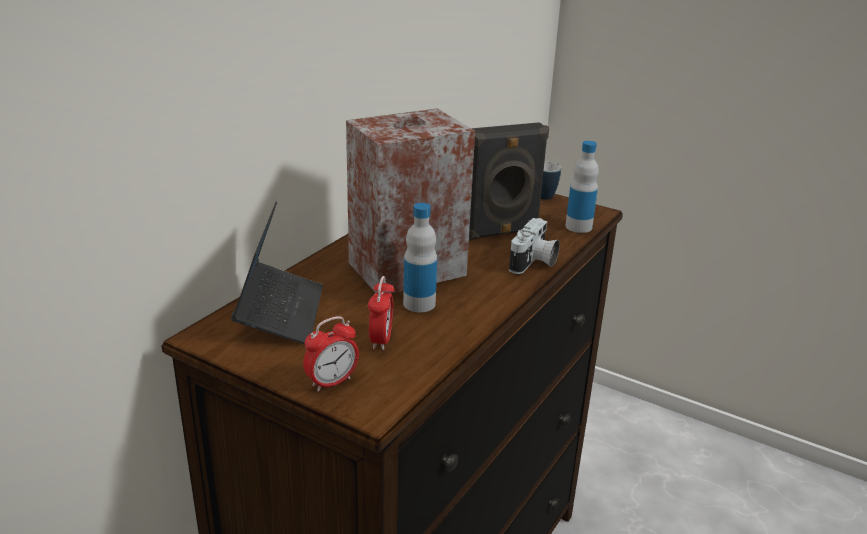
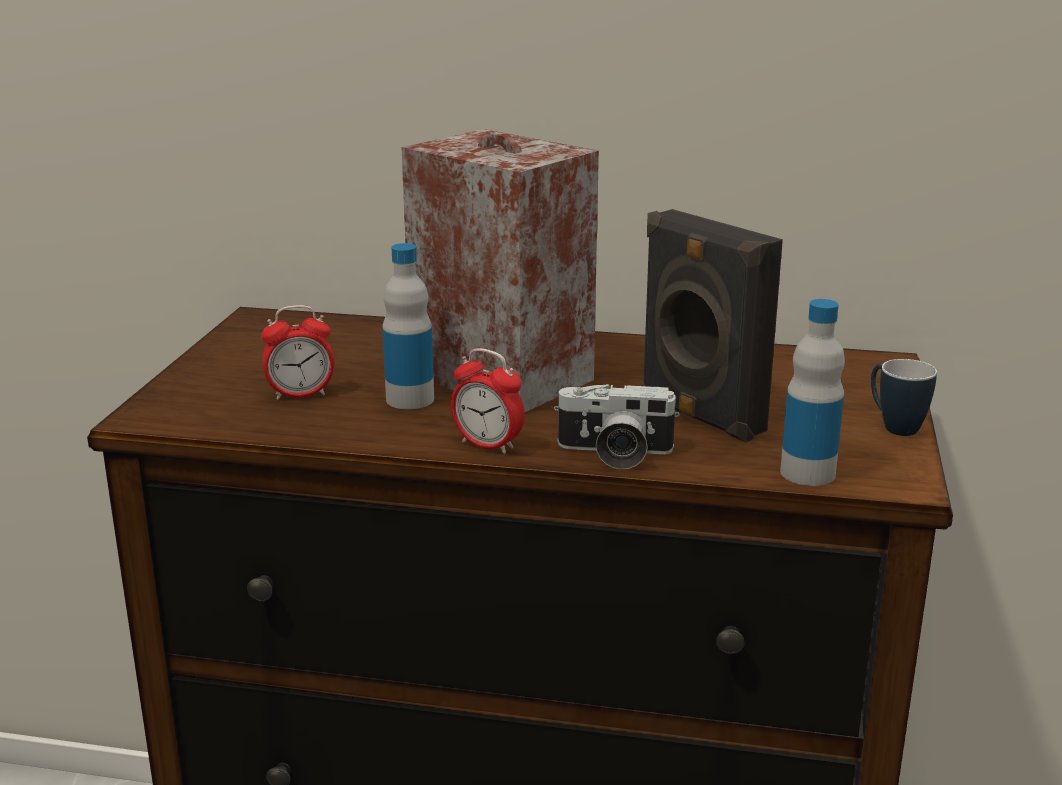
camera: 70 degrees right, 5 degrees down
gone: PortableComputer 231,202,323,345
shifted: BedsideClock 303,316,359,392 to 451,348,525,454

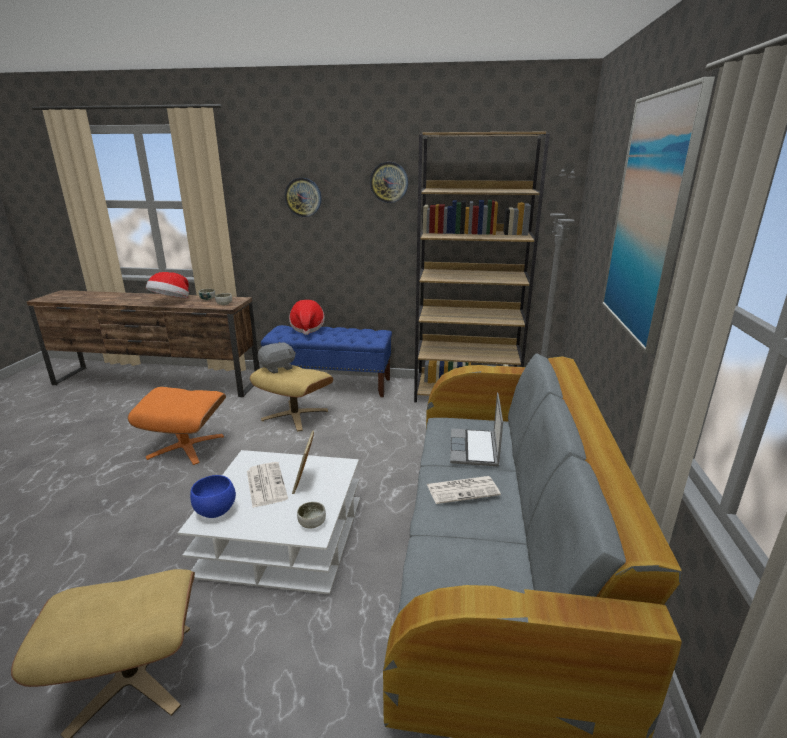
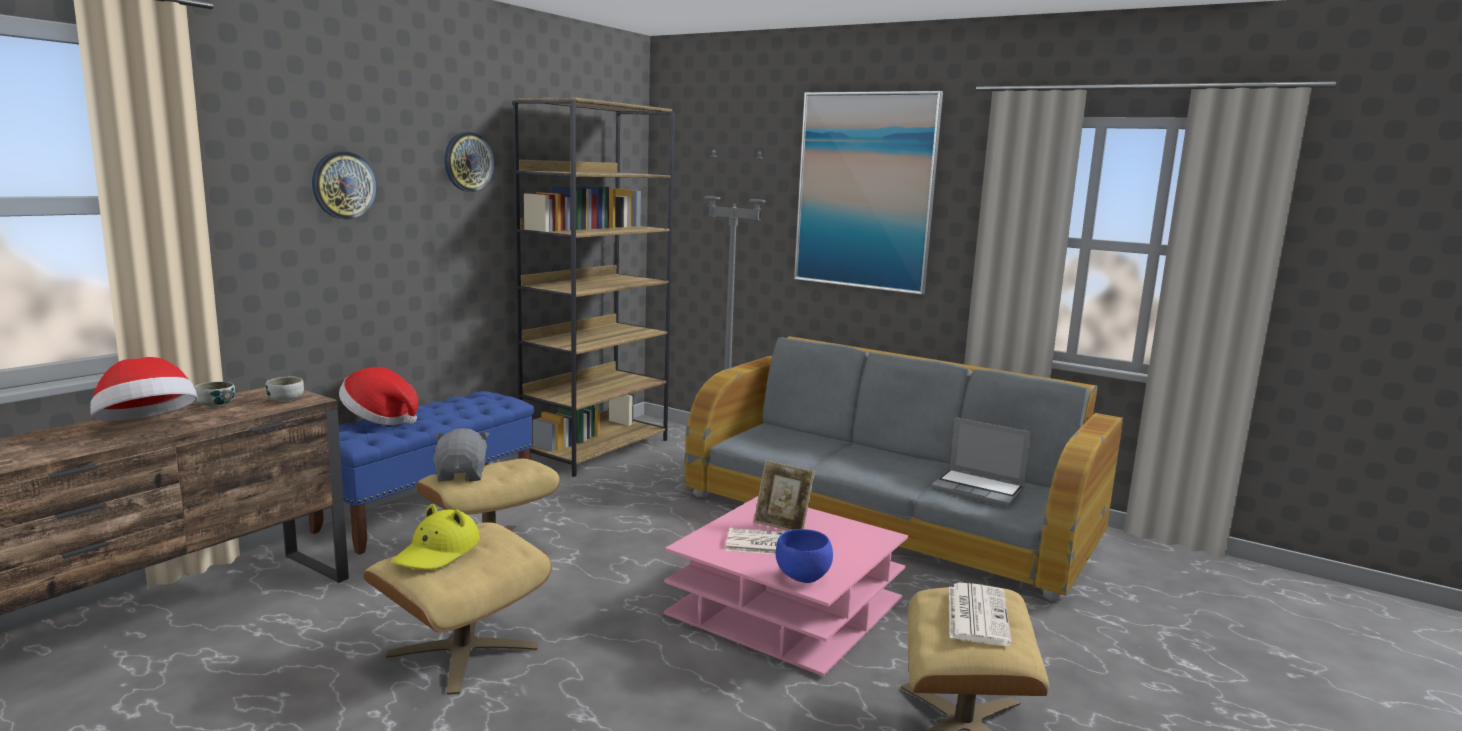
camera: 65 degrees left, 10 degrees down
gone: ServingBowl 297,502,326,528
new: YellowColouredClothingHat 392,504,480,569
shifted: DailyPaper 427,476,501,504 to 949,583,1012,646; PortableComputer 450,393,503,466 to 931,417,1031,507
repainted: OrangeOttoman 128,387,226,465 to BeigeColouredOttoman 363,522,552,695; WhitishCoffeeTable 178,450,360,595 to PinkishCoffeeTable 663,496,908,677

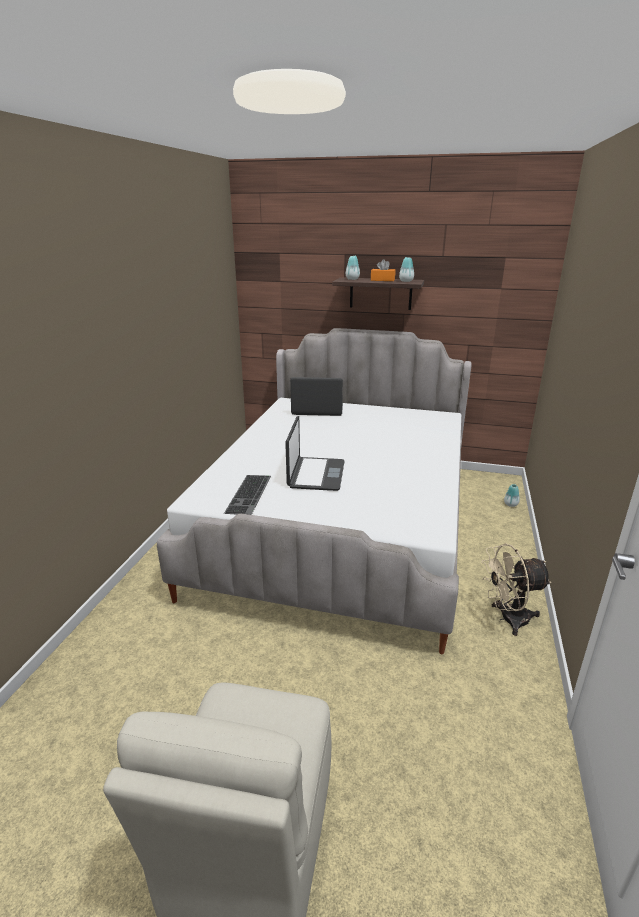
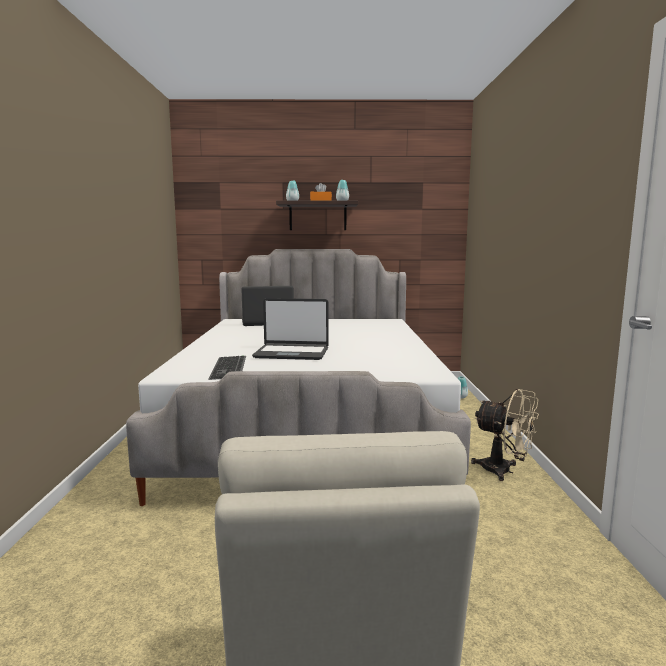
camera: 15 degrees left, 15 degrees down
rotated: PortableComputer 285,416,345,491 = 252,298,329,360 105 degrees clockwise; BeigeColouredFan 481,543,552,636 = 471,389,539,481 120 degrees counterclockwise

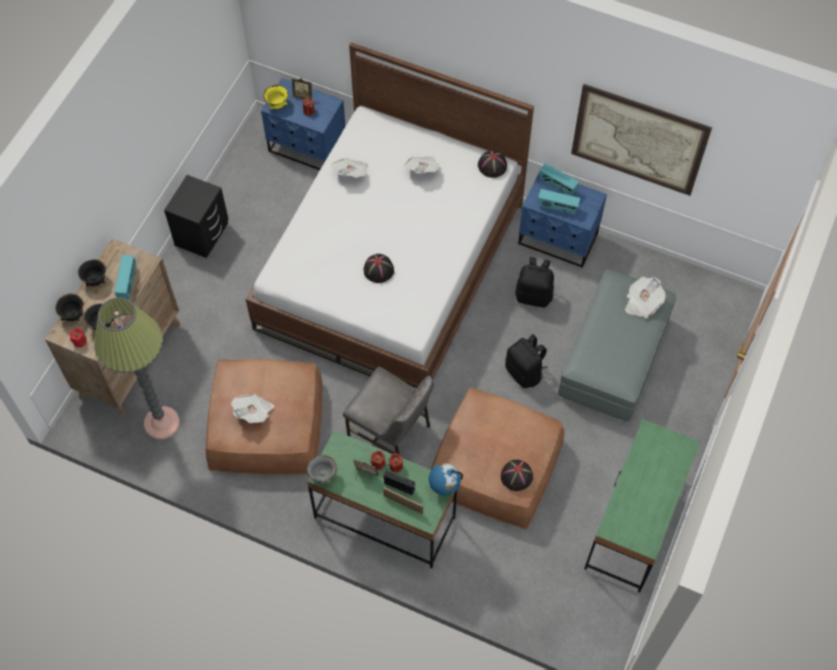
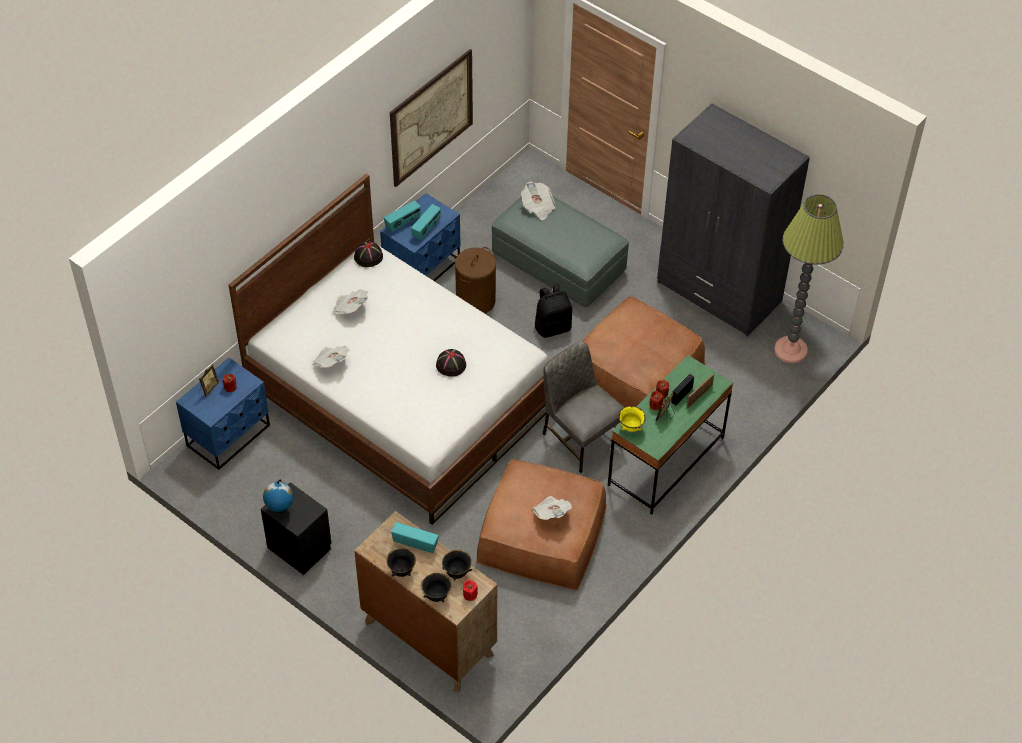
camera: 75 degrees left, 10 degrees down
gone: GreyServingBowl 307,455,337,484; BlackClothingHat 501,460,533,491
shifted: FloorLamp 94,297,180,440 to 774,194,844,363; YellowColouredServingBowl 263,85,288,110 to 619,406,646,432; Globe 429,463,463,495 to 263,479,294,513
swapped: BlackBackpack 515,257,554,308 to BrownishHamper 455,247,496,314; GreenishDeskUnit 584,419,700,592 to GreyWardrobe 657,103,810,337
rotated: GreyChair 343,366,434,455 = 543,342,624,473 90 degrees counterclockwise

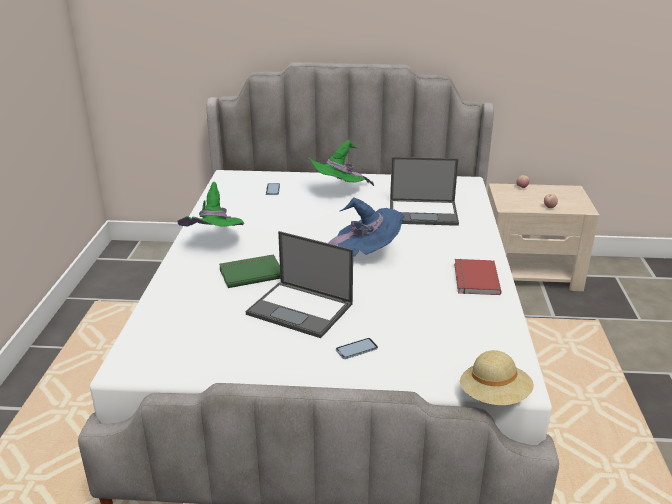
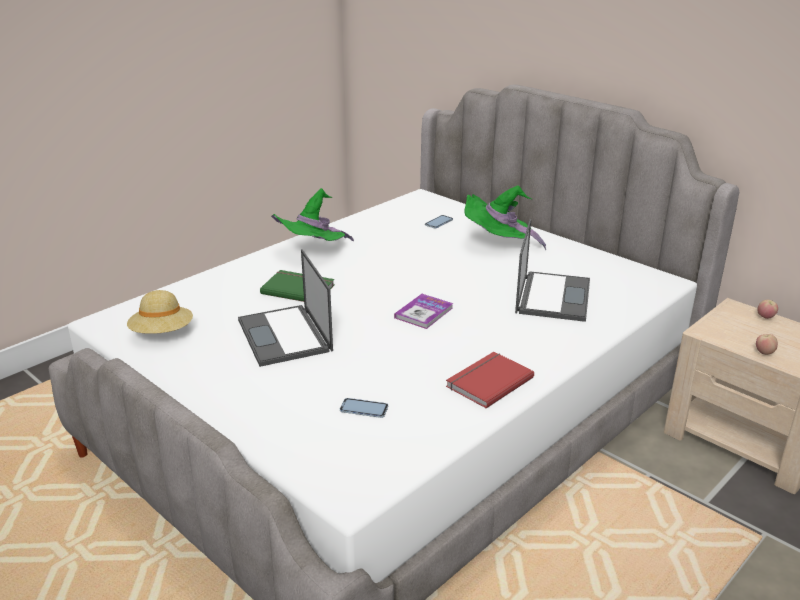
camera: 40 degrees right, 0 degrees up
shifted: Phone 336,338,378,359 to 340,398,388,418; BeigeColouredClothingHat 460,350,534,406 to 127,290,193,334
swapped: BlueColouredClothingHat 328,197,405,257 to Volume 394,294,453,329
rotated: PortableComputer 390,157,459,226 = 515,219,590,322 120 degrees counterclockwise

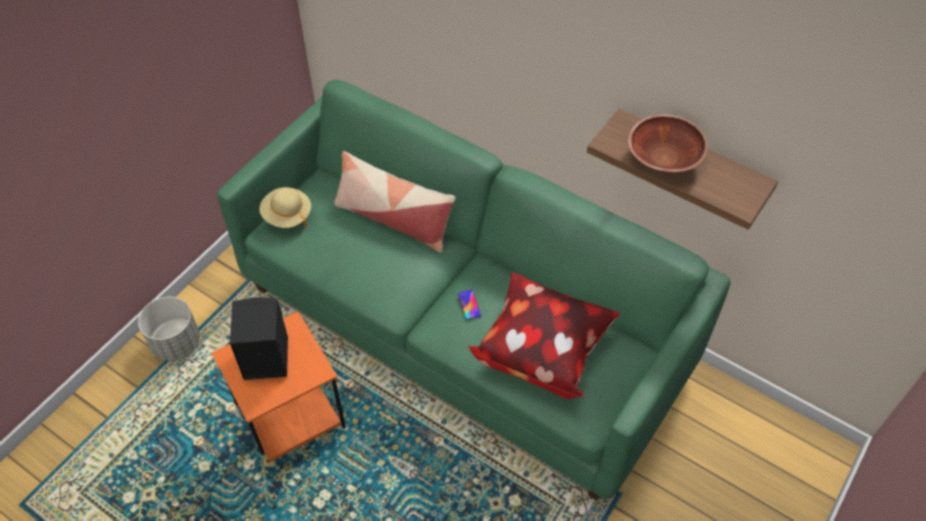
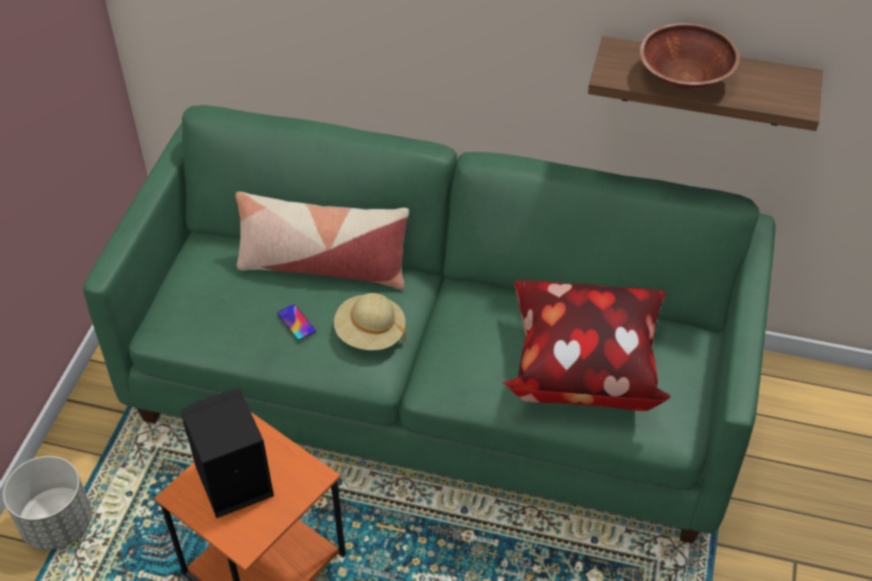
camera: 20 degrees left, 5 degrees down
shifted: BeigeColouredClothingHat 260,187,311,228 to 334,293,406,350; Phone 458,290,481,320 to 277,304,316,340

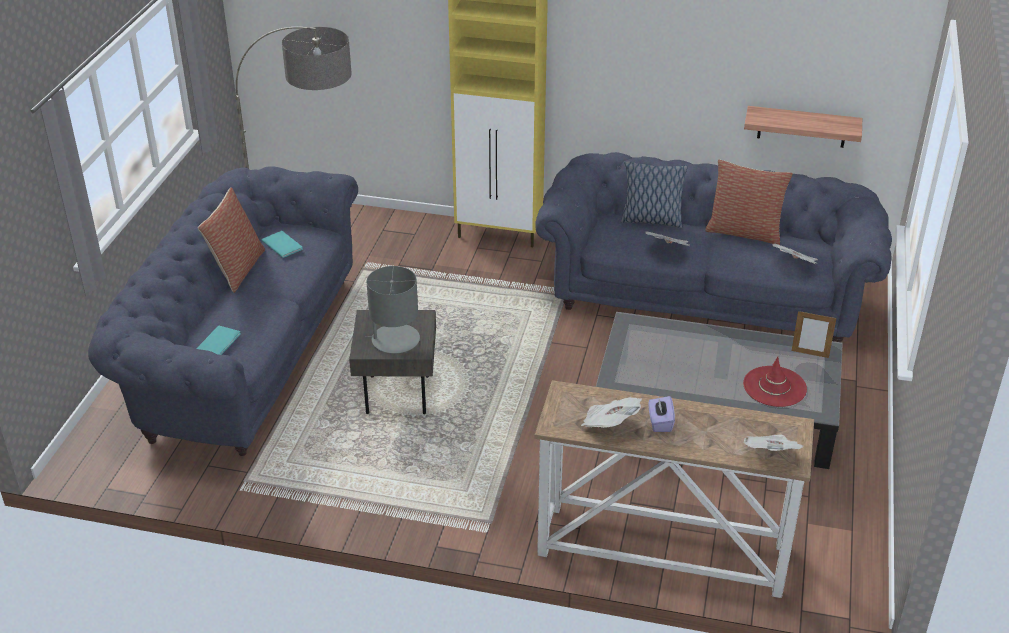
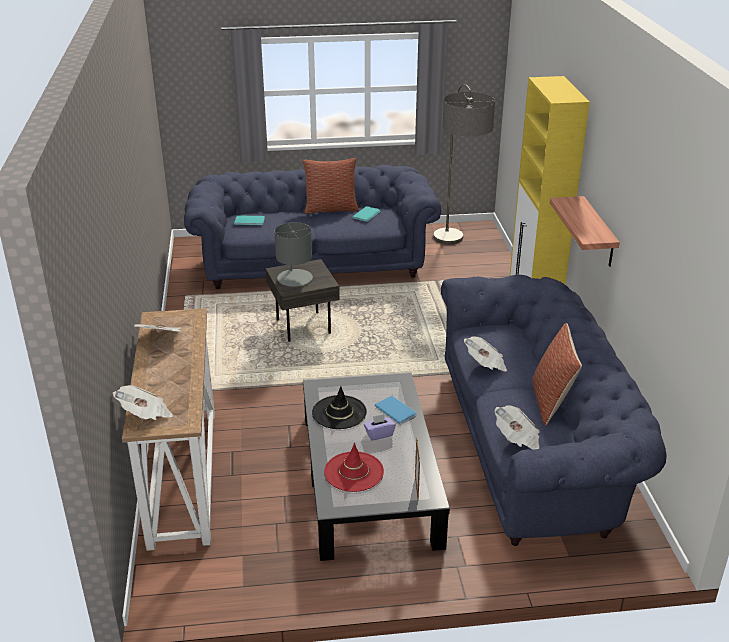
camera: 70 degrees right, 5 degrees down
gone: Cushion 621,161,687,228
new: BlackClothingHat 312,386,367,429; BlueColouredVolume 375,396,416,424
shifted: PurpleColouredBoxOfTissues 648,396,675,432 to 364,414,396,441; WallShelf 744,106,862,148 to 550,196,620,267

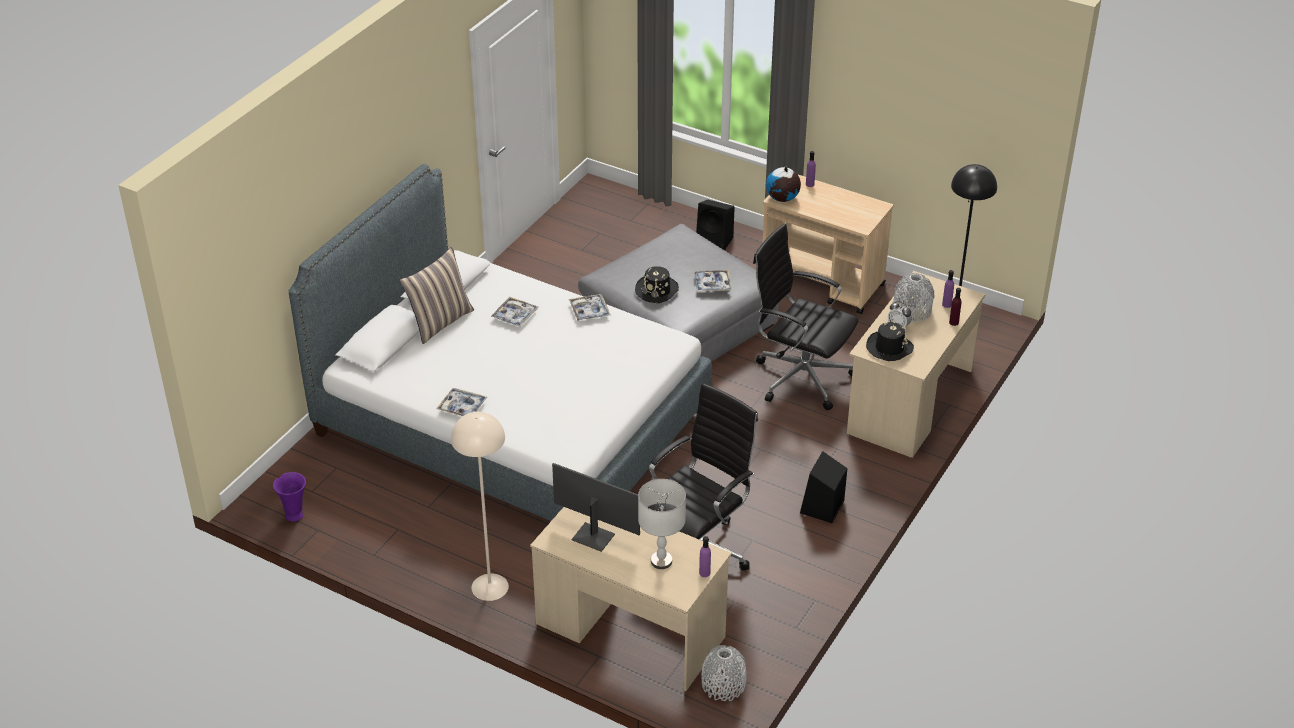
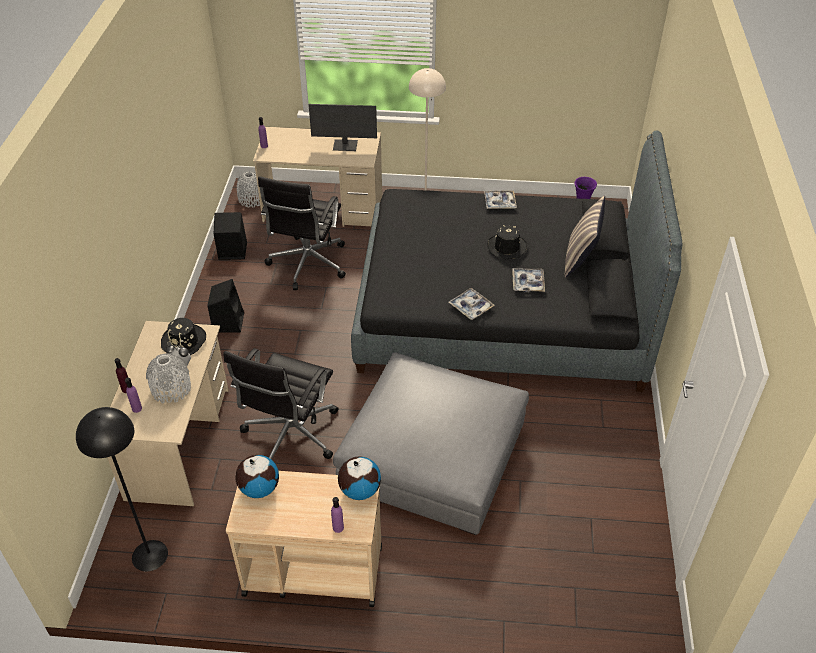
camera: 155 degrees right, 5 degrees up
gone: GreyTableLamp 638,479,686,569; ServingTray 694,270,732,291
new: Globe 235,455,279,498
shifted: BlackClothingHat 635,266,679,303 to 488,225,527,259; BlackSpeaker 696,200,735,250 to 214,212,247,260
repainted: WhitishBed 289,164,712,521 to BlackBed 351,130,682,392
rotated: BlackComputerChair 753,224,858,410 = 223,348,339,460 105 degrees clockwise

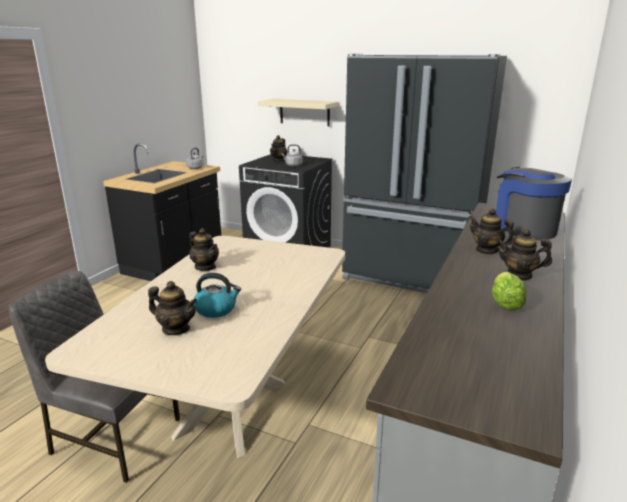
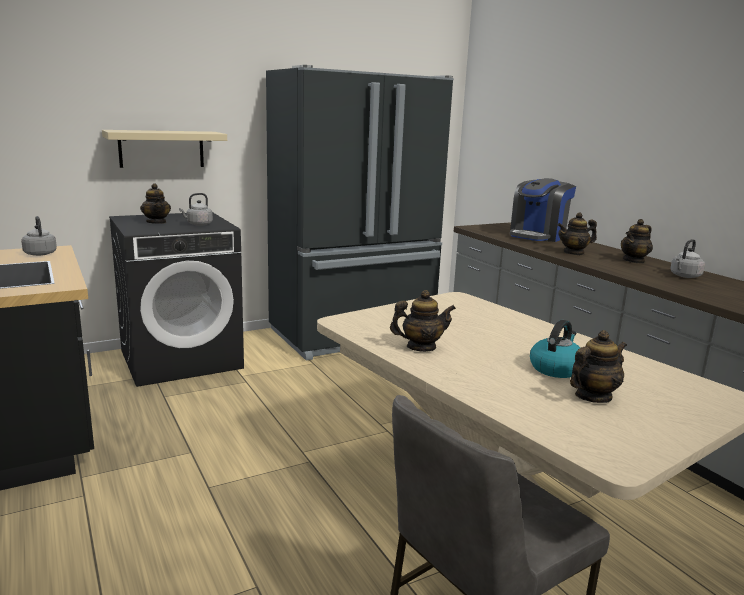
camera: 55 degrees left, 5 degrees down
swapped: LettuceHead 492,272,527,310 to GreyTeaKettle 670,239,705,278
rotated: CoffeeBrewer 496,167,572,240 = 510,178,576,242 60 degrees counterclockwise

